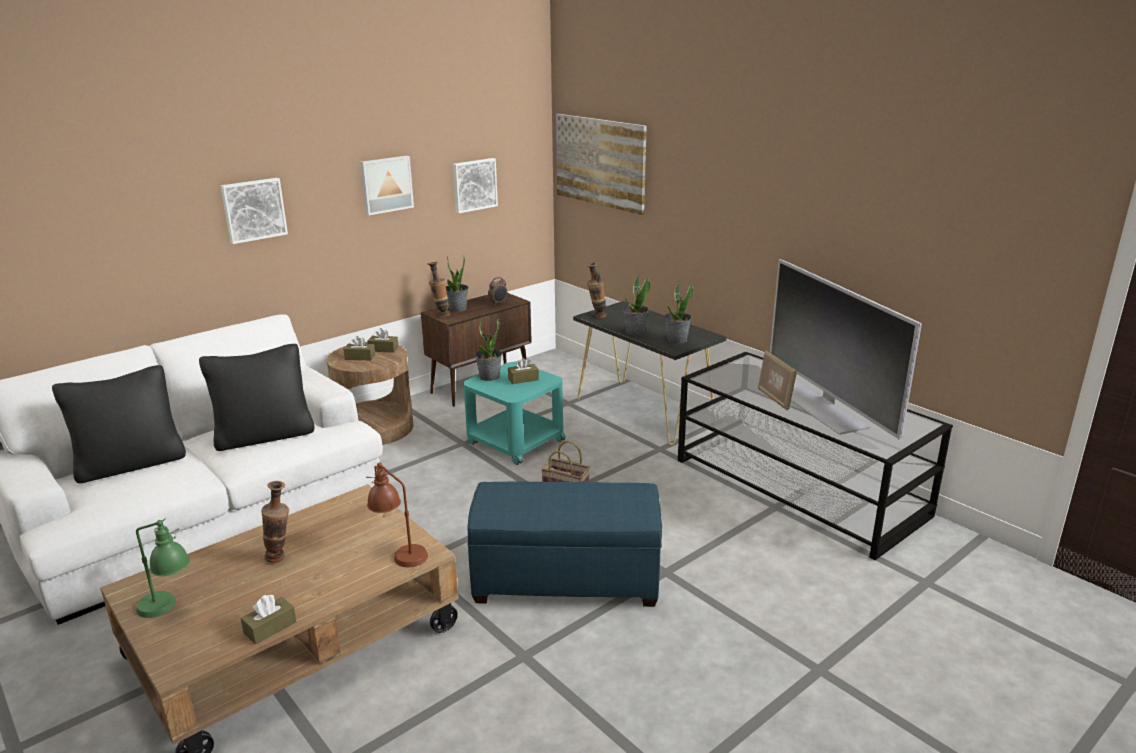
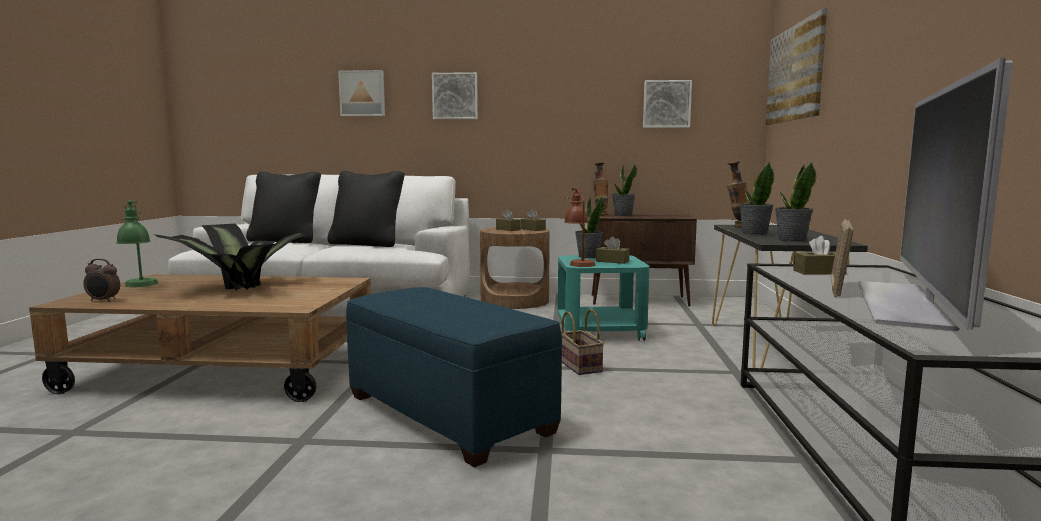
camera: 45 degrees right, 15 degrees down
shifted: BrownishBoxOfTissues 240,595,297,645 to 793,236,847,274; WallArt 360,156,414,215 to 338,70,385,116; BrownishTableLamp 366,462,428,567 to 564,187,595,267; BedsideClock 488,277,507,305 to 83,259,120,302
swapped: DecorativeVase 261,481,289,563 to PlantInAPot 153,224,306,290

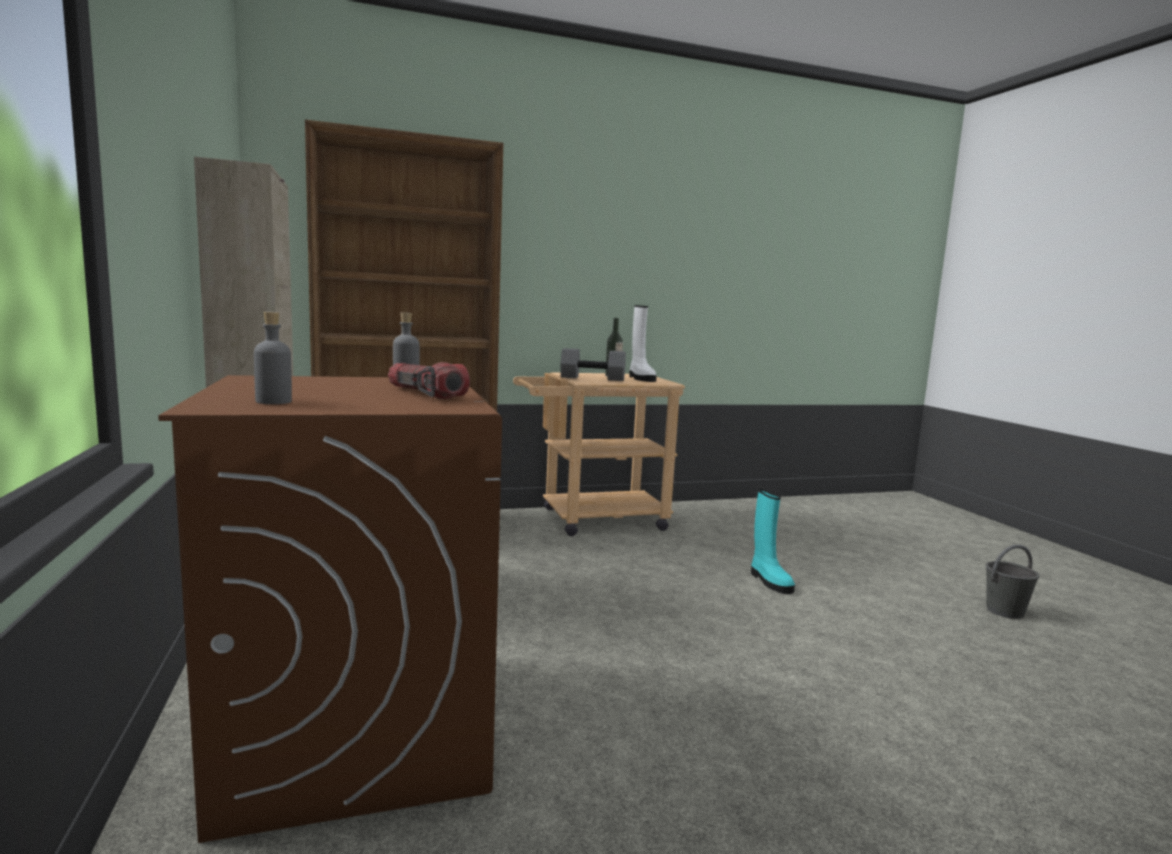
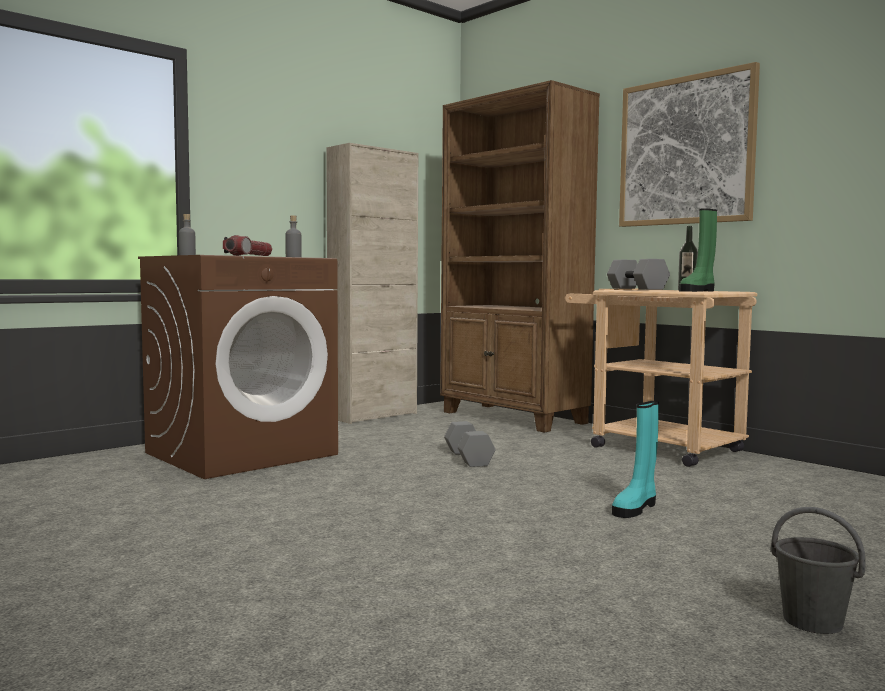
camera: 65 degrees right, 5 degrees down
new: GreyFreeWeight 444,421,495,467; WallArt 619,62,760,227
repainted: WhitishHighTopBoot 629,305,657,382 to GreenishHighTopBoot 679,208,717,292

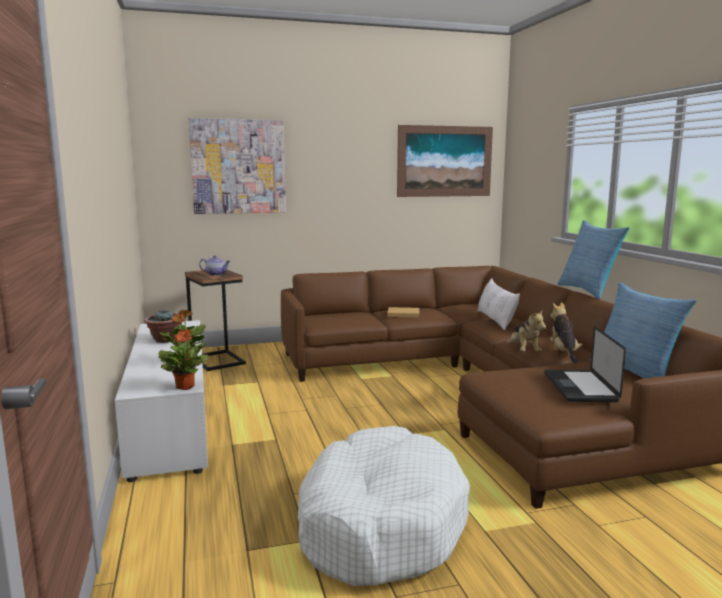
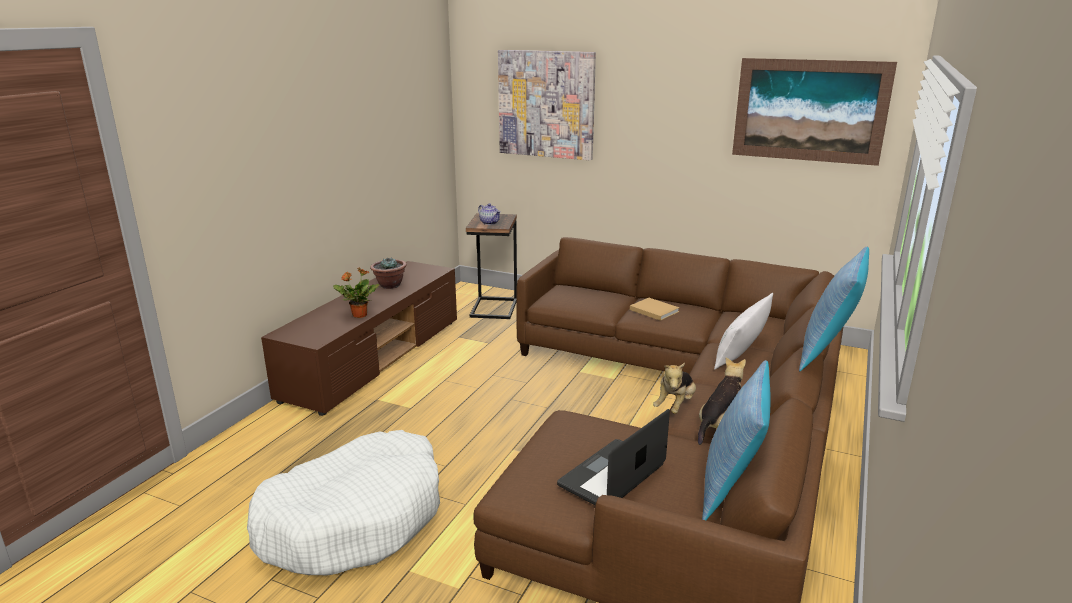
camera: 40 degrees right, 10 degrees up
gone: PlantInAPot 158,329,209,390
repainted: WhitishTvUnit 115,320,208,482 to BrownishTvUnit 261,261,457,416

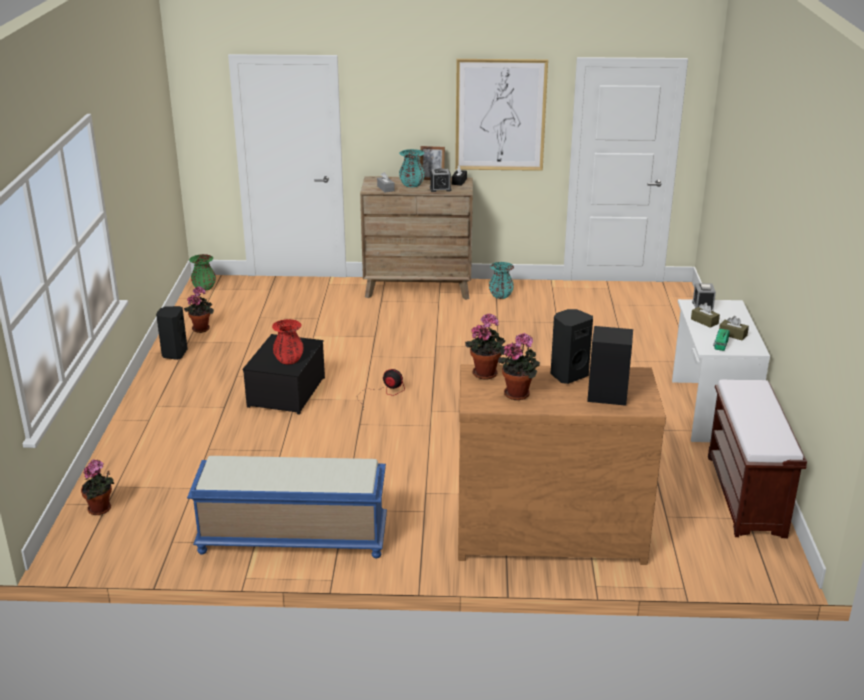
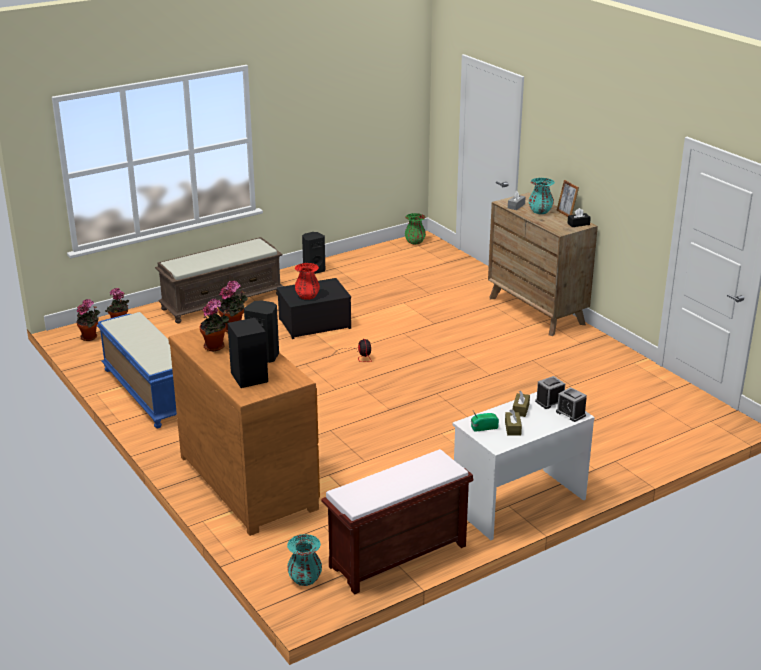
camera: 55 degrees right, 0 degrees up
gone: WallArt 455,59,548,171
new: BrownishLongSeat 155,237,283,323
shifted: PlantInAPot 184,286,214,333 to 76,299,100,341; BedsideClock 430,168,452,192 to 556,387,587,422; TurquoiseDecorativeVase 489,262,514,299 to 287,534,322,586

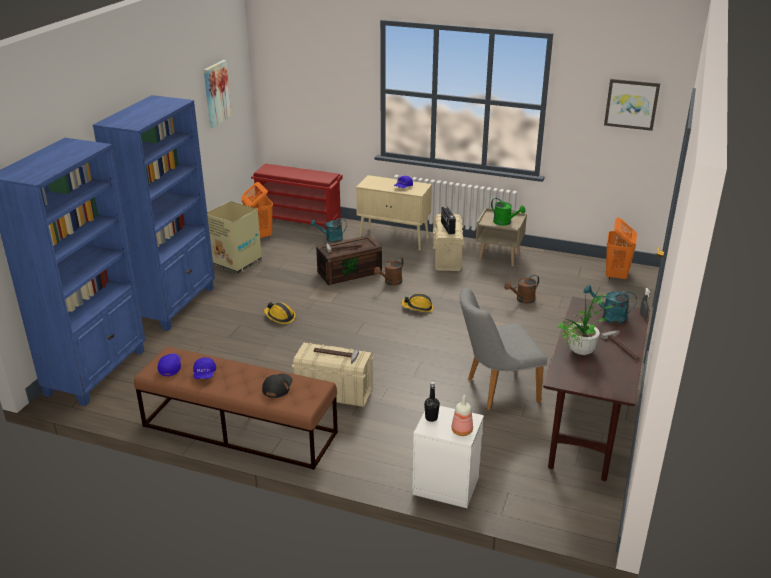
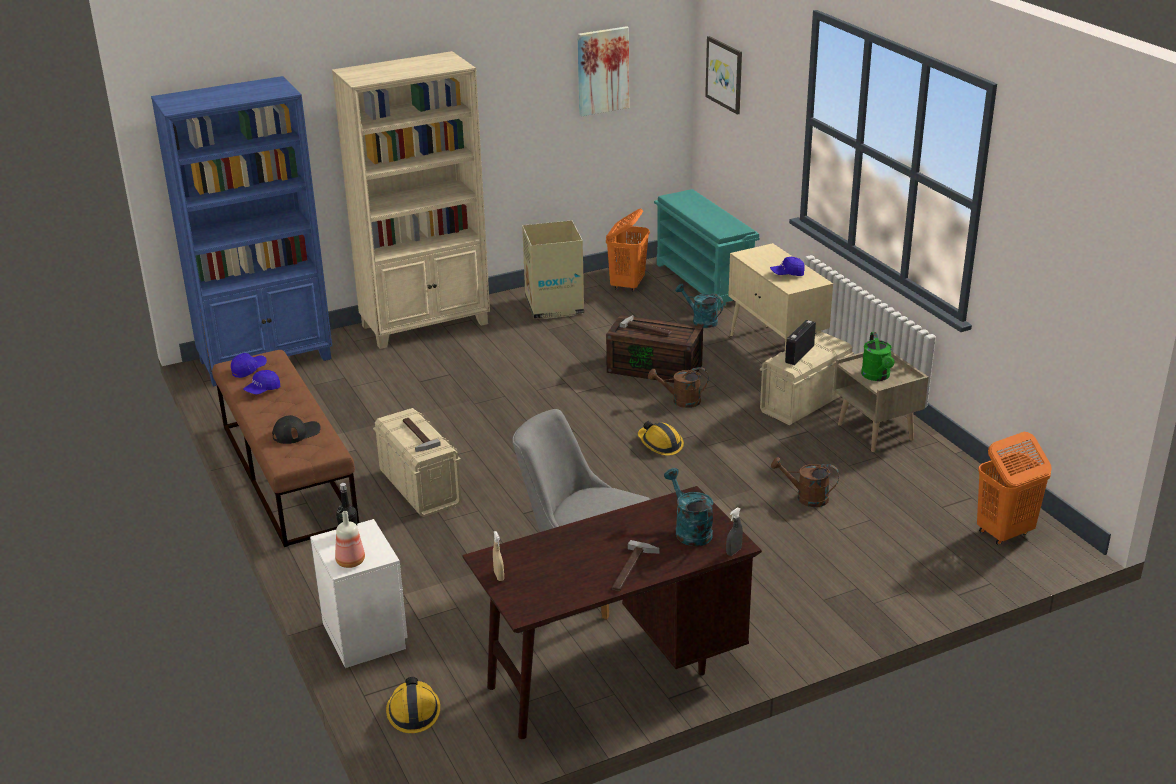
camera: 45 degrees right, 0 degrees up
gone: PlantInAPot 558,286,614,355
new: BeigeColouredSprayBottle 493,531,504,581
shifted: WorkHelmet 264,302,296,324 to 386,677,440,733; WallArt 604,79,660,131 to 705,36,742,115
repainted: BlueColouredBookshelf 93,95,215,331 to BeigeColouredBookshelf 332,51,490,349; ReddishShoeRack 251,164,343,229 to TurquoiseShoeRack 654,189,759,310

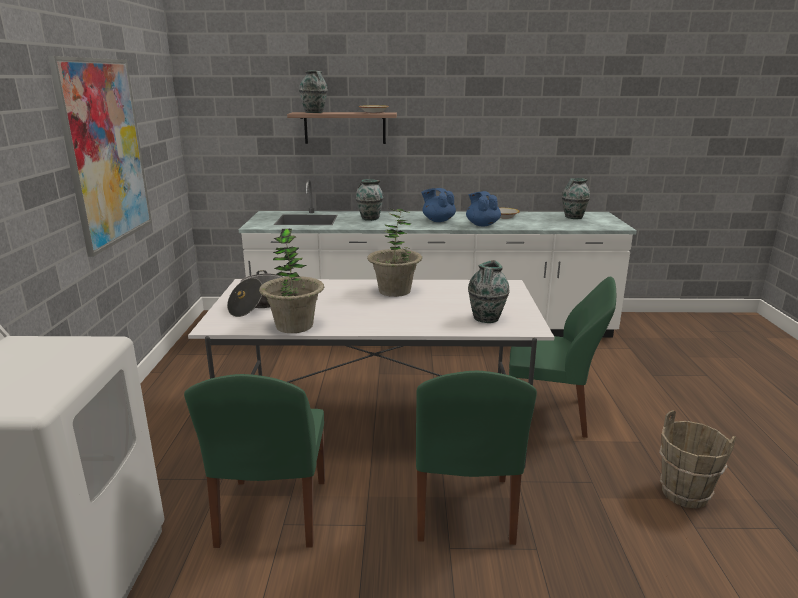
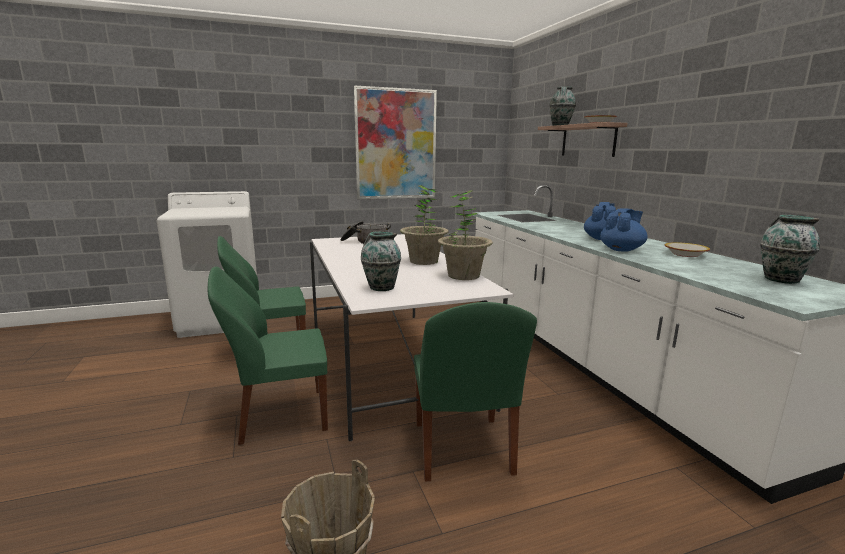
camera: 70 degrees right, 5 degrees down
gone: DecorativeVase 356,179,384,221
shifted: PlantInAPot 259,229,324,333 to 438,190,493,280

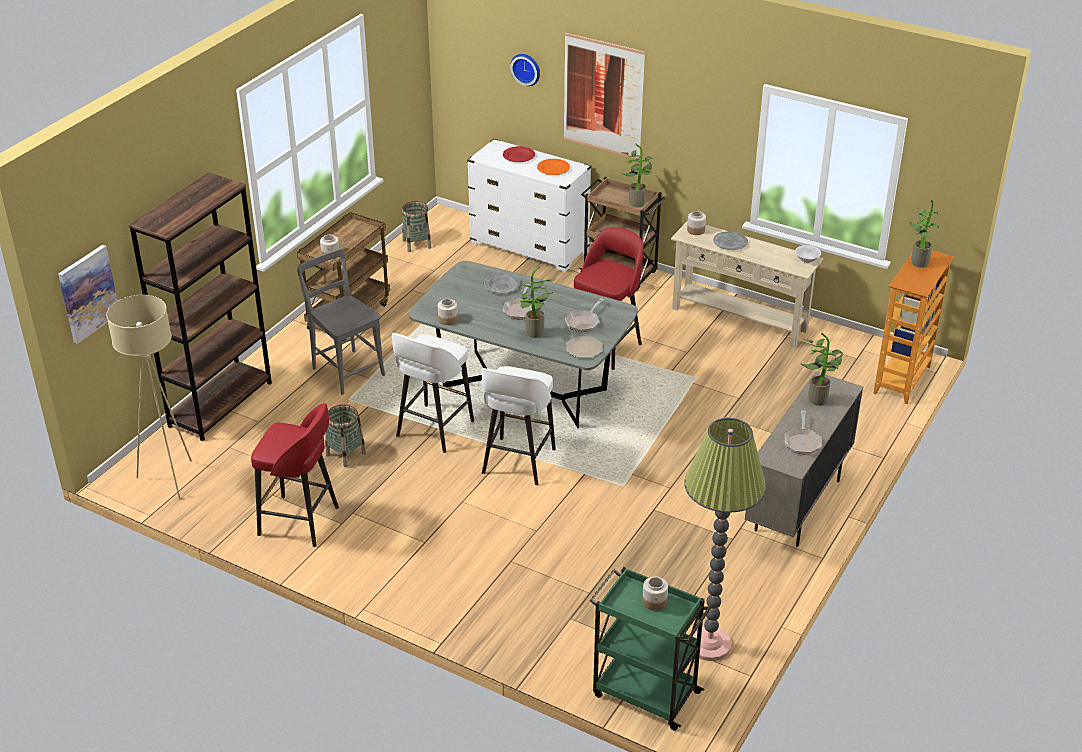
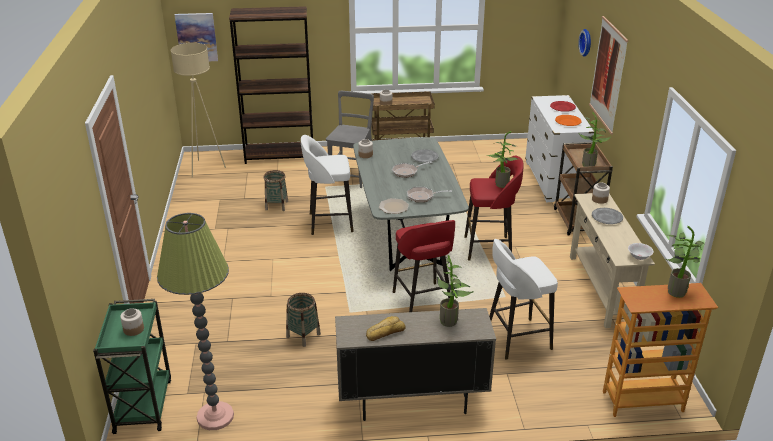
camera: 55 degrees right, 5 degrees down
shifted: ReddishStoolSeat 251,403,339,547 to 393,220,455,312; Basket 402,201,431,252 to 286,293,321,347; WhitishStoolSeat 482,366,556,485 to 489,239,558,360; PlantInAPot 520,266,555,338 to 486,131,518,188
swapped: Pan 785,410,822,455 to BakeryBread 366,316,406,341

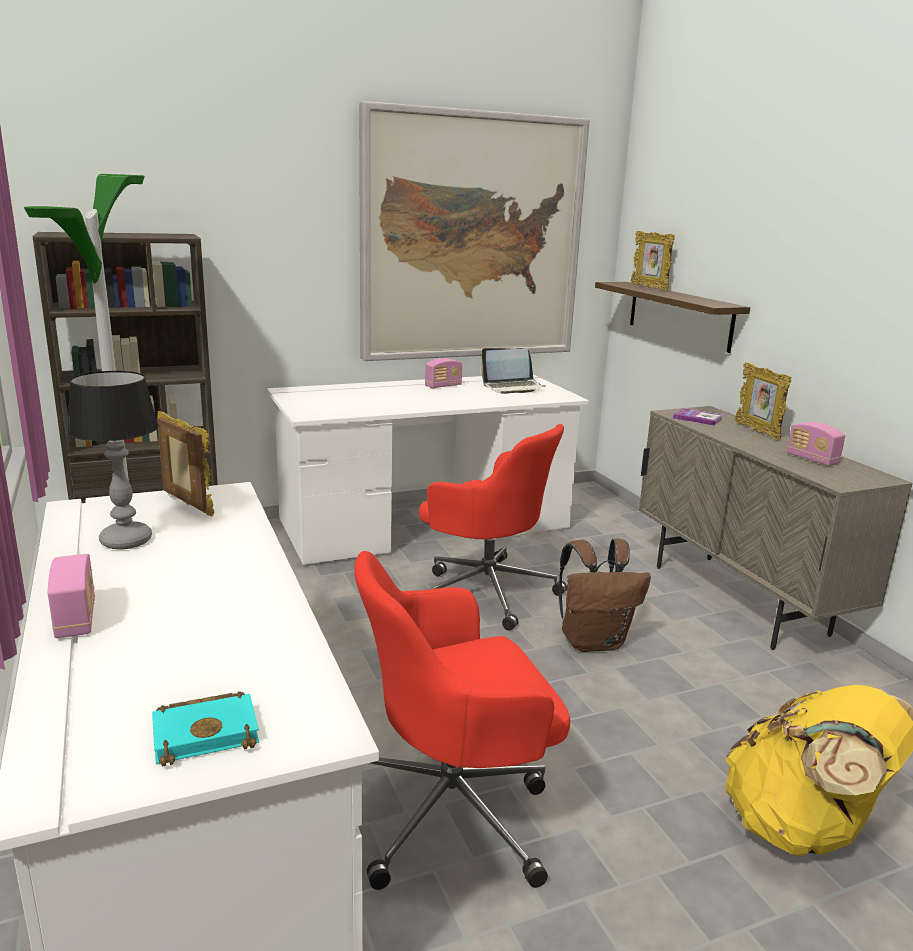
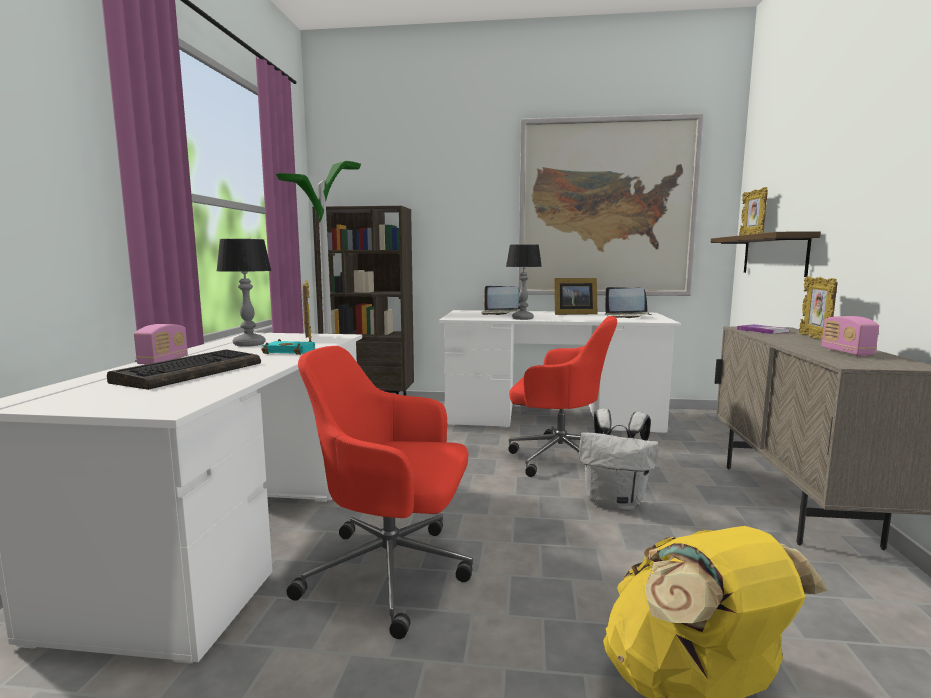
camera: 30 degrees right, 10 degrees down
new: Keyboard 107,349,261,390; PortableComputer 481,286,521,315; TableLamp 506,244,542,320
shifted: TurquoiseVolume 152,691,259,766 to 261,339,315,355
swapped: Radio 425,358,462,389 to PhotoFrame 554,278,597,315
repainted: BrownishBackpack 559,539,651,652 to WhitishBackpack 579,409,659,511
rotated: ReddishComputerChair 419,424,567,631 = 508,316,617,477 45 degrees counterclockwise

